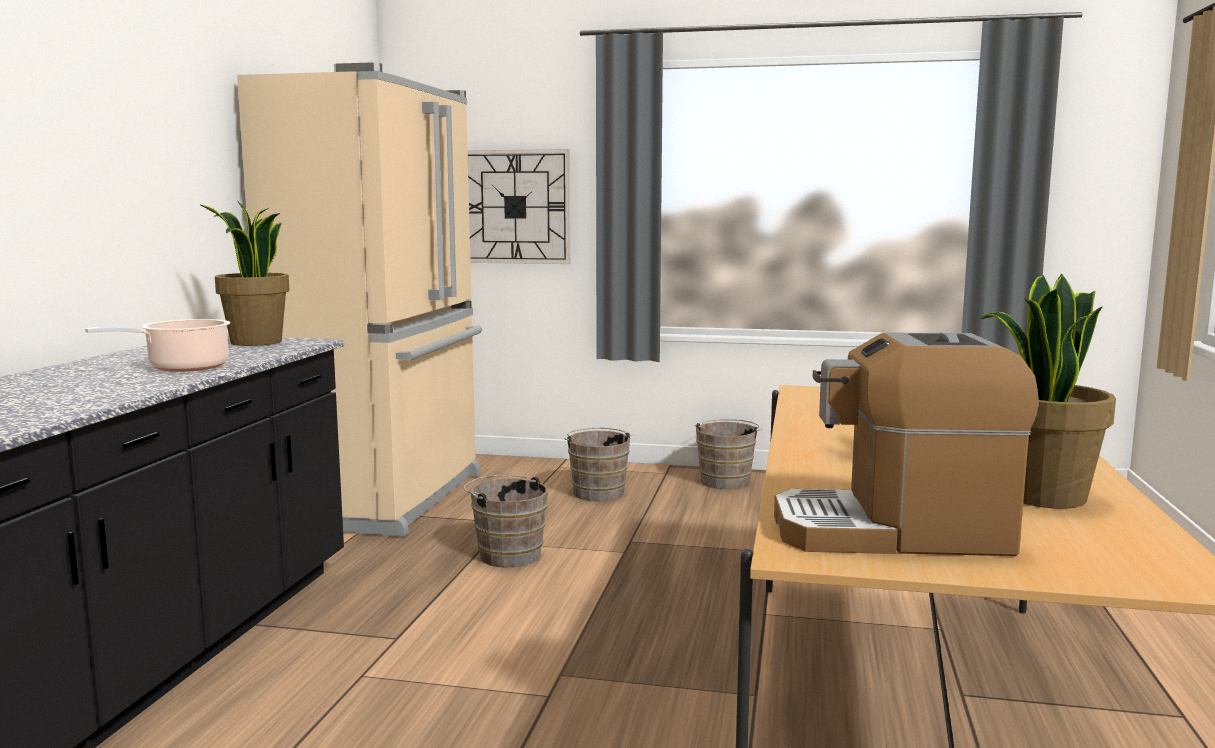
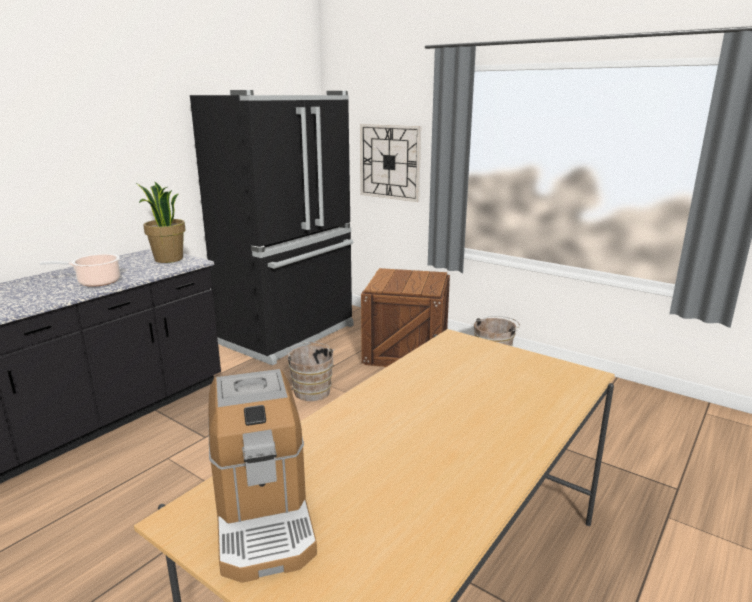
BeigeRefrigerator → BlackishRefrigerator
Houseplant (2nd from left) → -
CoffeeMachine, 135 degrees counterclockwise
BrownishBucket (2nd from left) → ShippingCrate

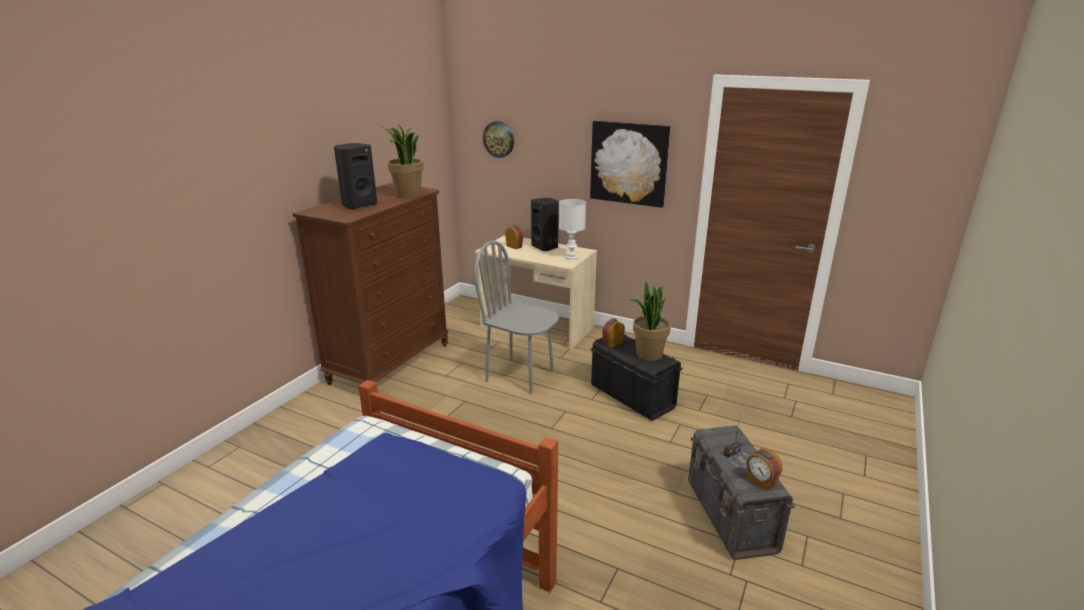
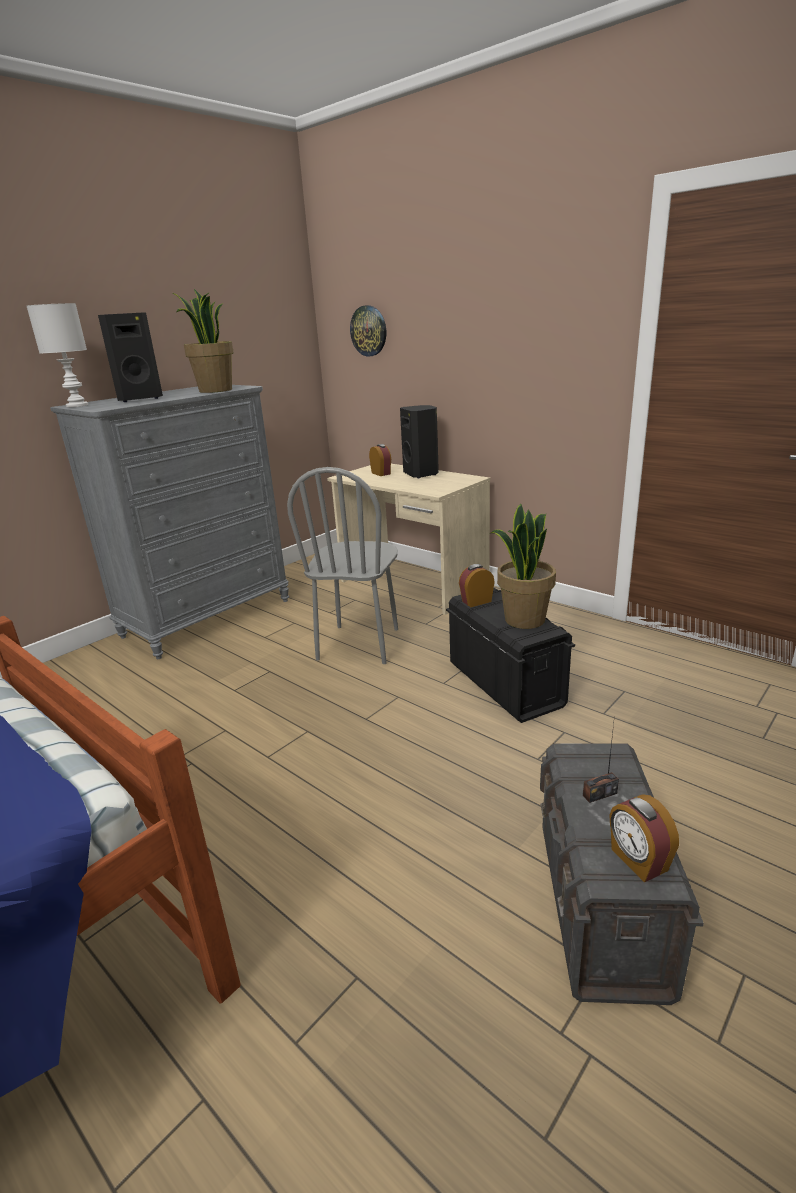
WallArt → -
BrownishDrawerChest → GreyDrawerChest
WhitishLampForATable, move
GreyUprightChair, 120 degrees counterclockwise

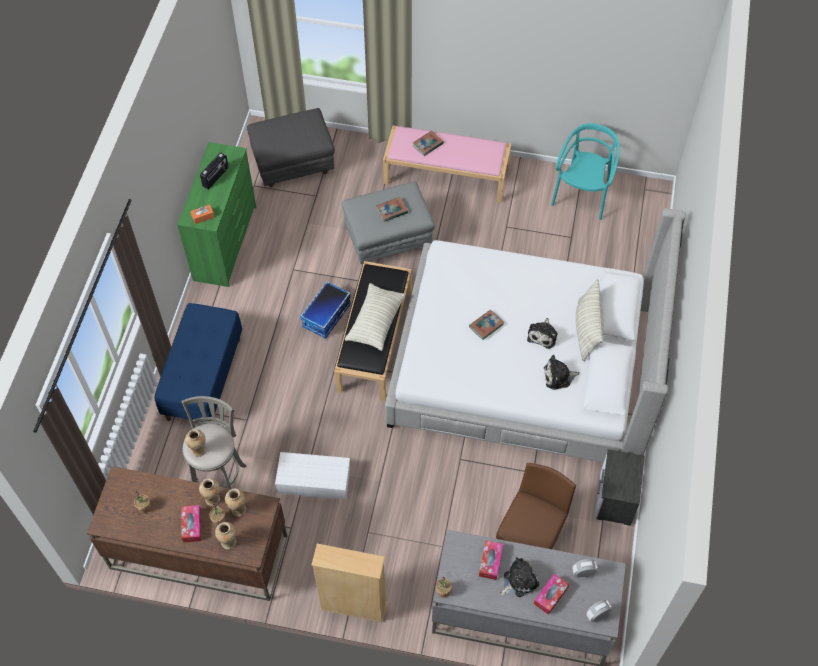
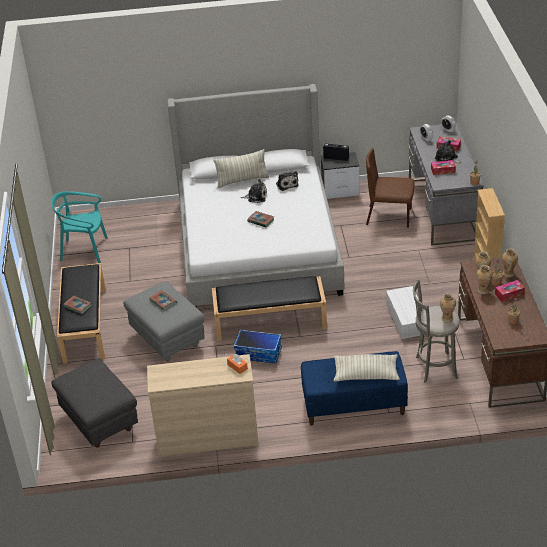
PinkBench → BlackishBench (1st from left)
GreenColouredDrawerChest → BeigeDrawerChest
RadioReceiver, move
ThrowPillow (1st from left in the first image) → ThrowPillow (2nd from left), move

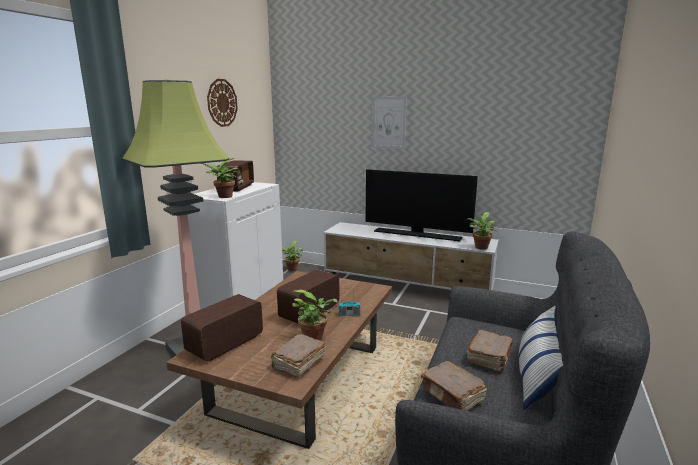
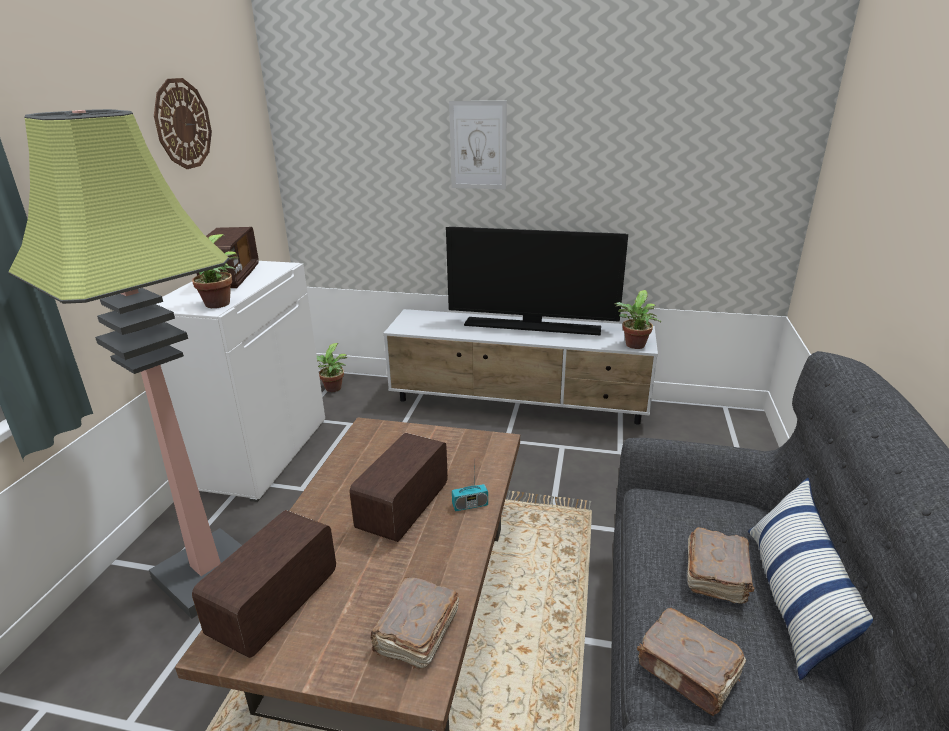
Houseplant (3rd from left) → -

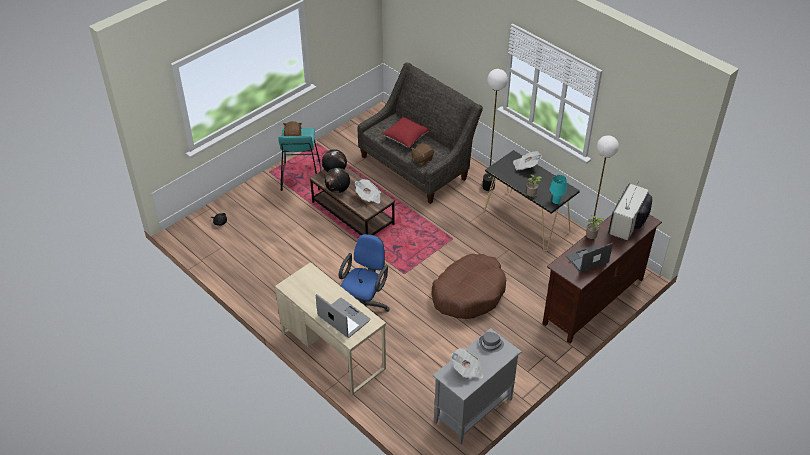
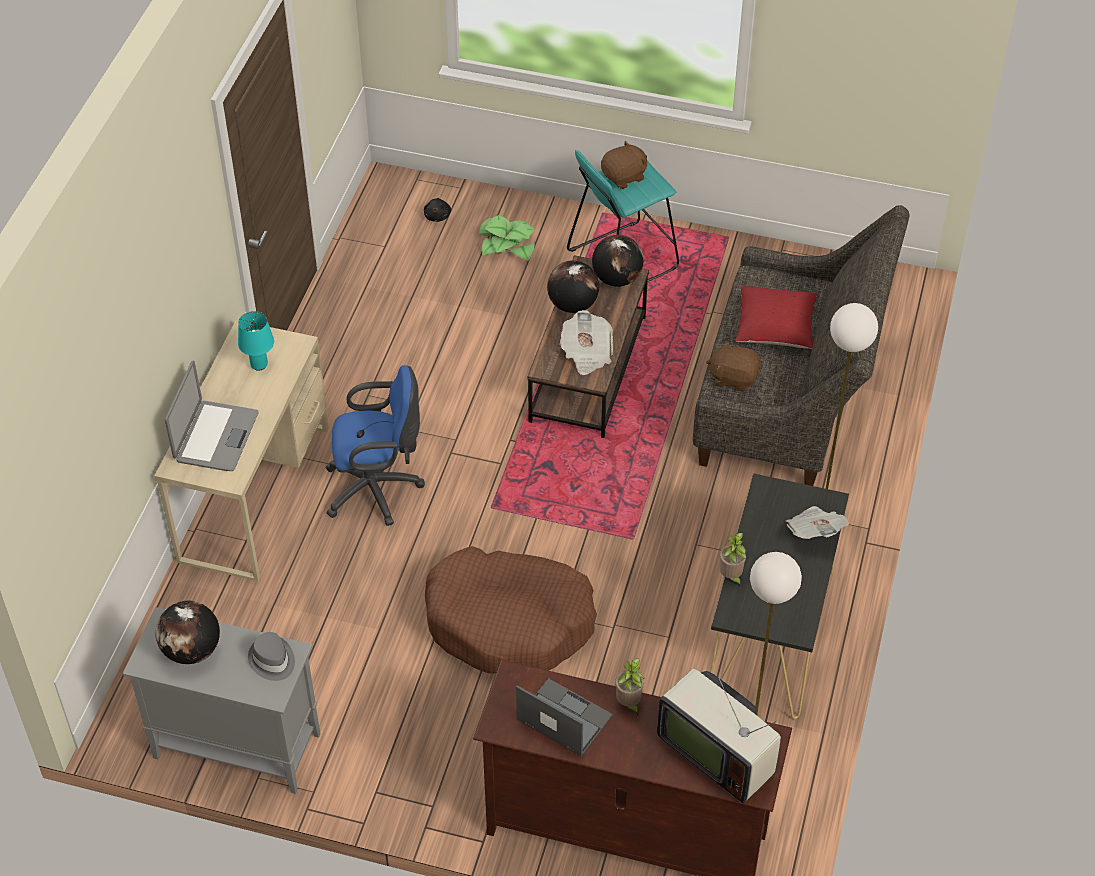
BlueGreenLampForATable, move
Television, 135 degrees counterclockwise
PrintedPaper (2nd from left) → WorldGlobe (1st from left)
- → Houseplant (1st from left)

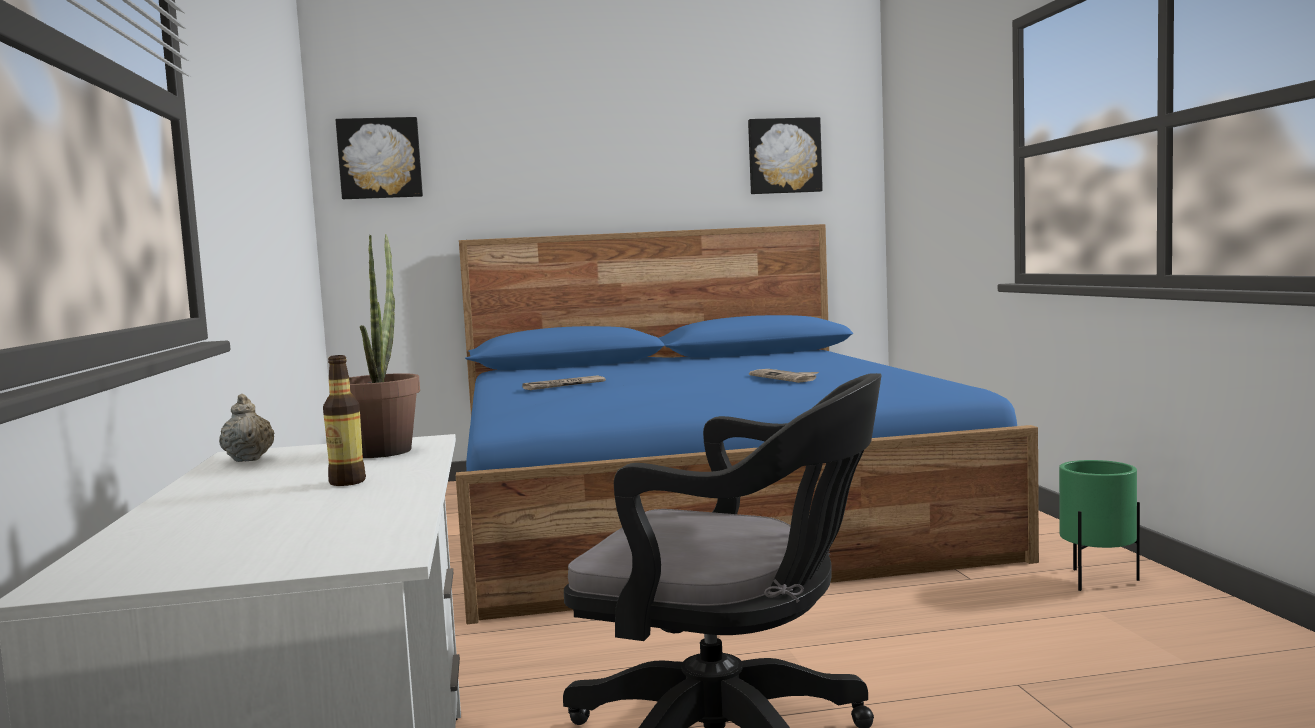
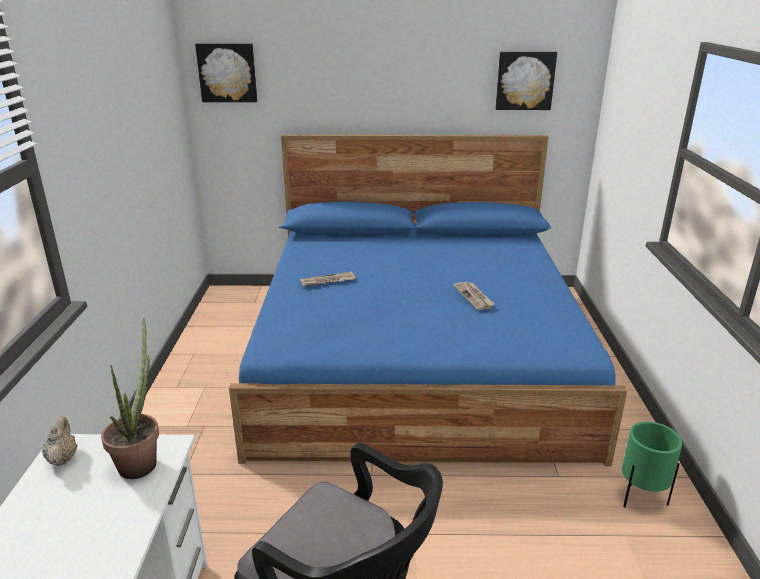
DrinkBottle → -

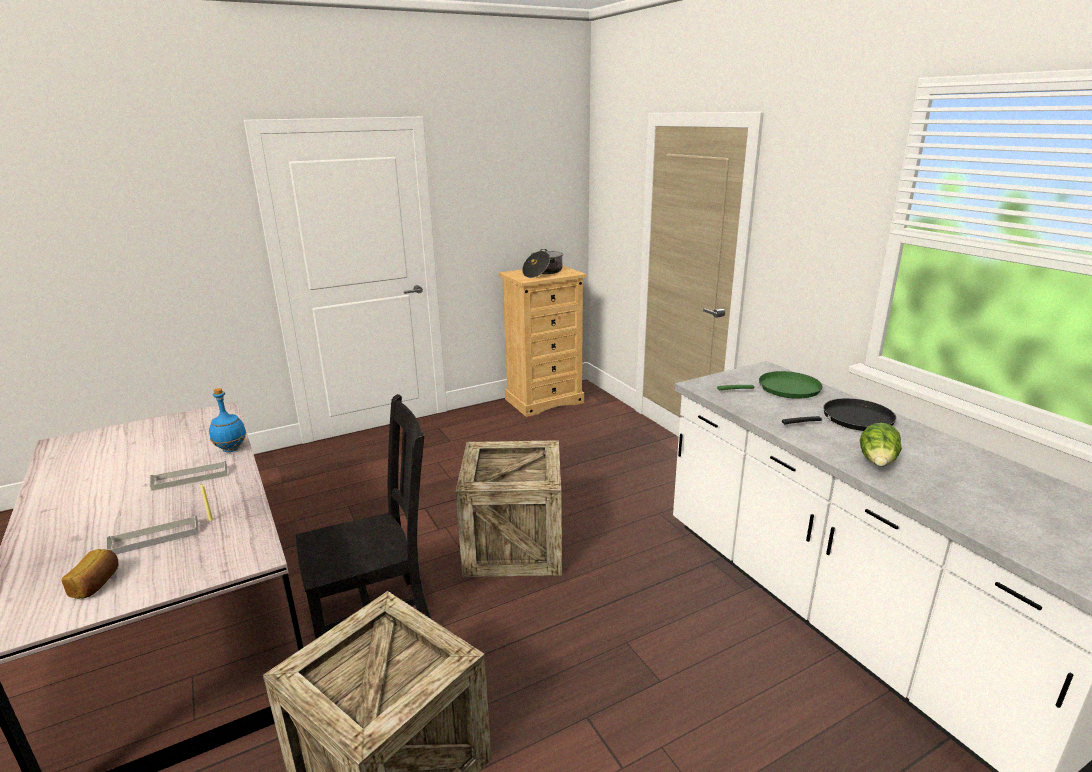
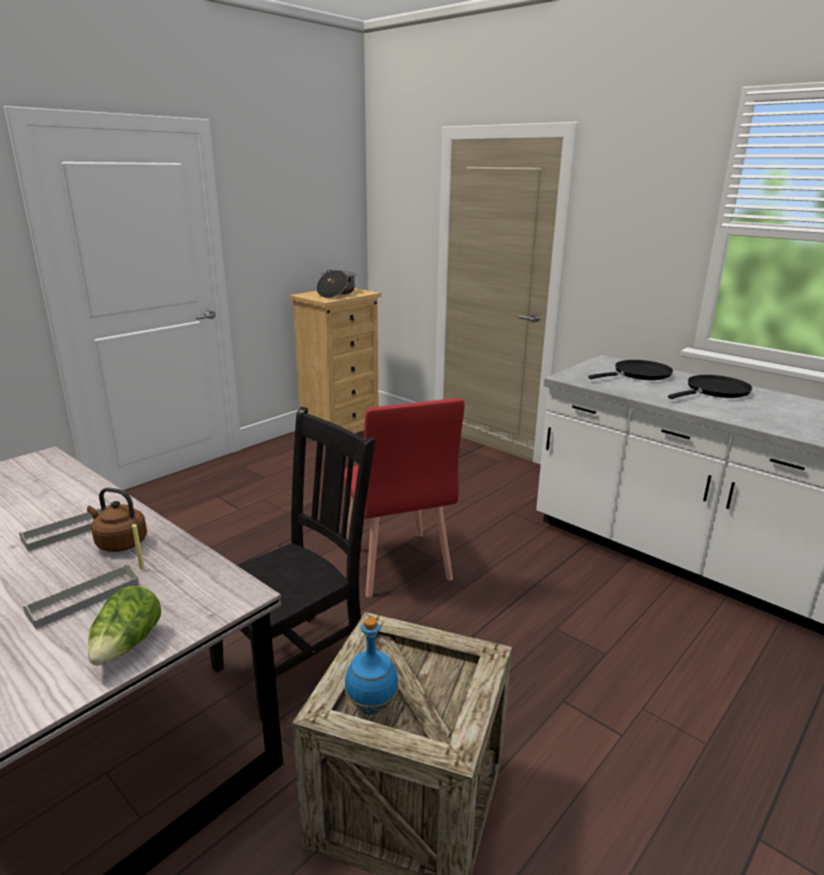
GreenColouredPan → BlackishPan (1st from left)
BluishDrinkBottle, move
Lettuce, move
ShippingCrate (2nd from left) → ReddishUprightChair
Bread → -
- → BrownishTeaKettle

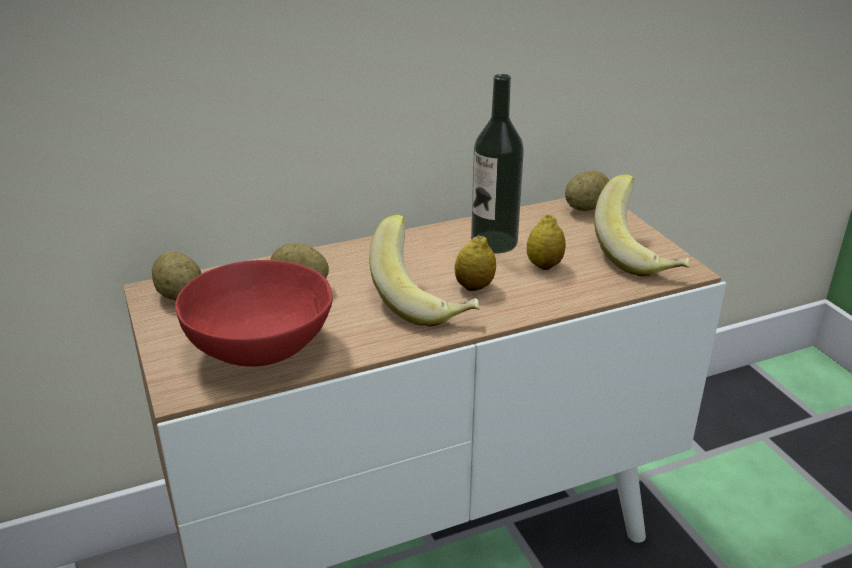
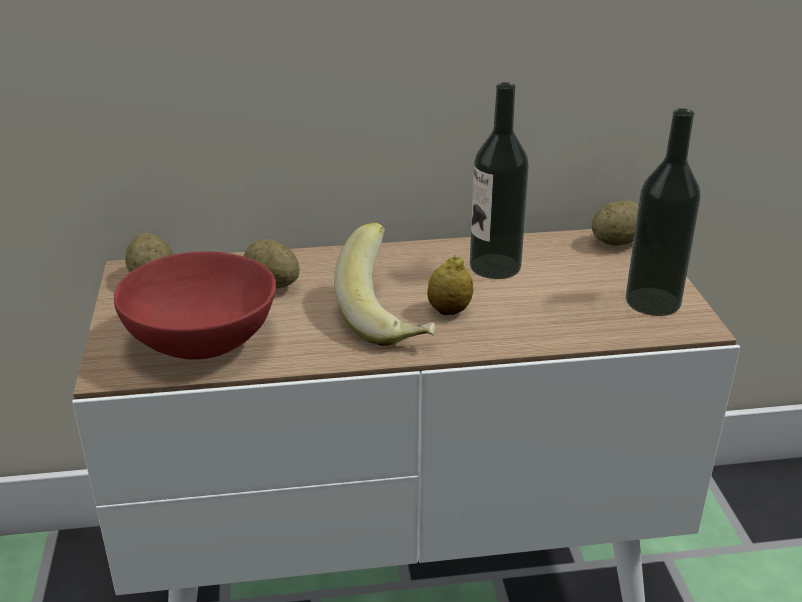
BananaFruit (2nd from left) → DrinkBottle (2nd from left)
CitrusFruit (2nd from left) → -

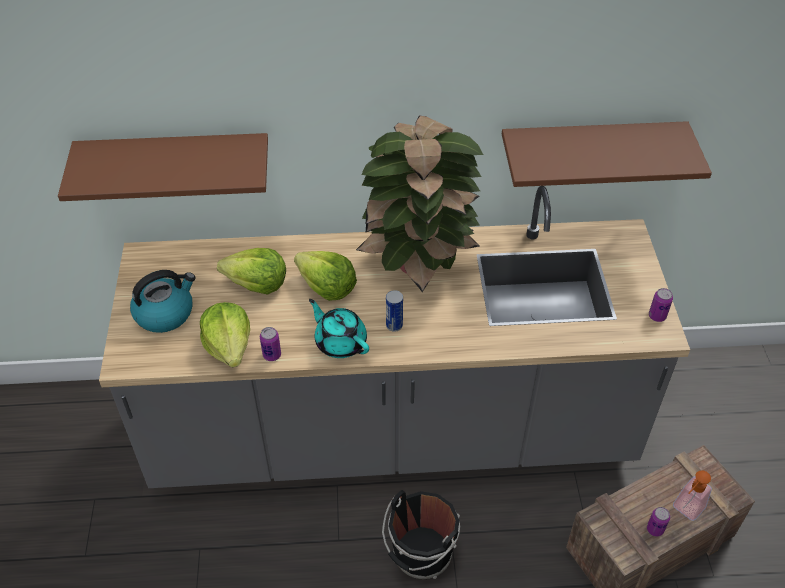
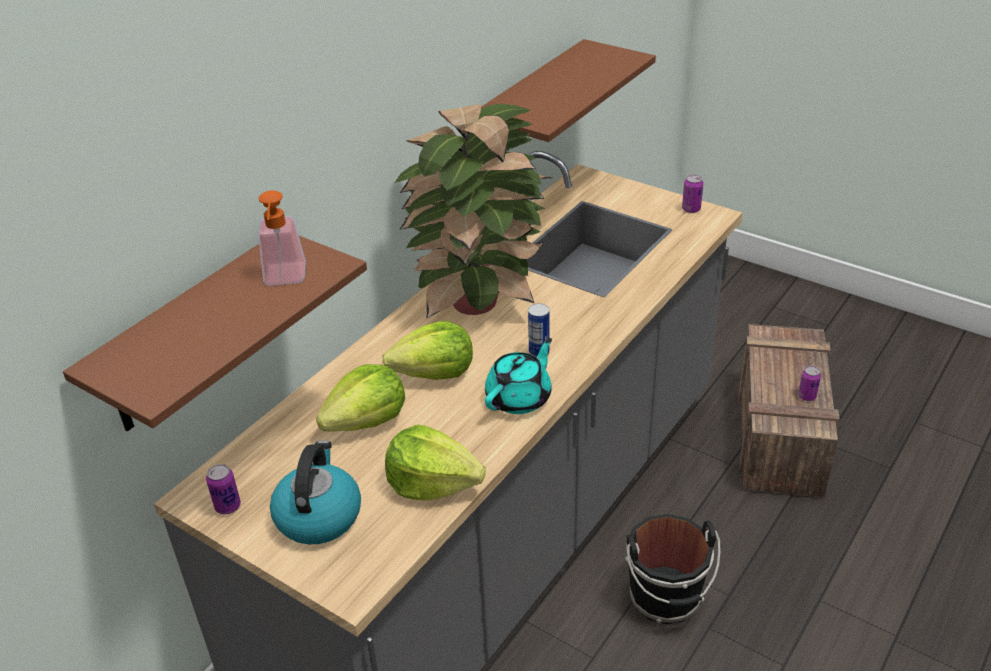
BlueGreenTeapot, 135 degrees clockwise
SealedCan (1st from left), move
LiquidSoapBottle, move

